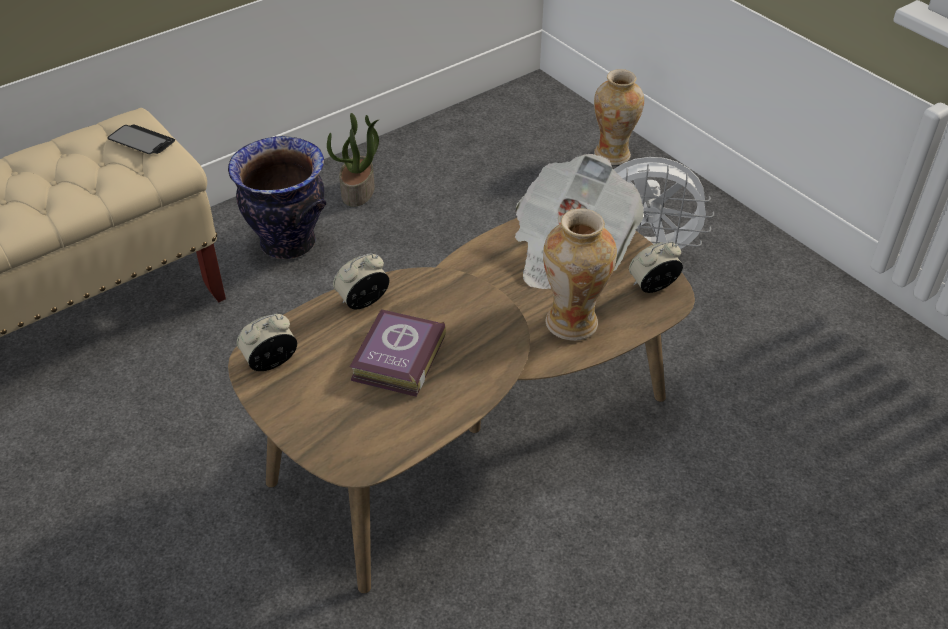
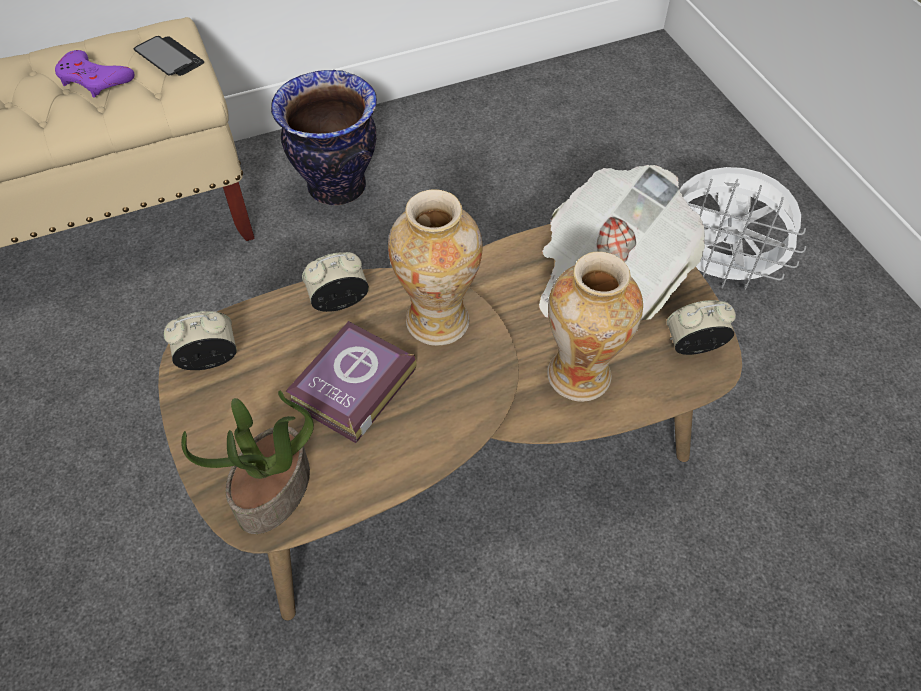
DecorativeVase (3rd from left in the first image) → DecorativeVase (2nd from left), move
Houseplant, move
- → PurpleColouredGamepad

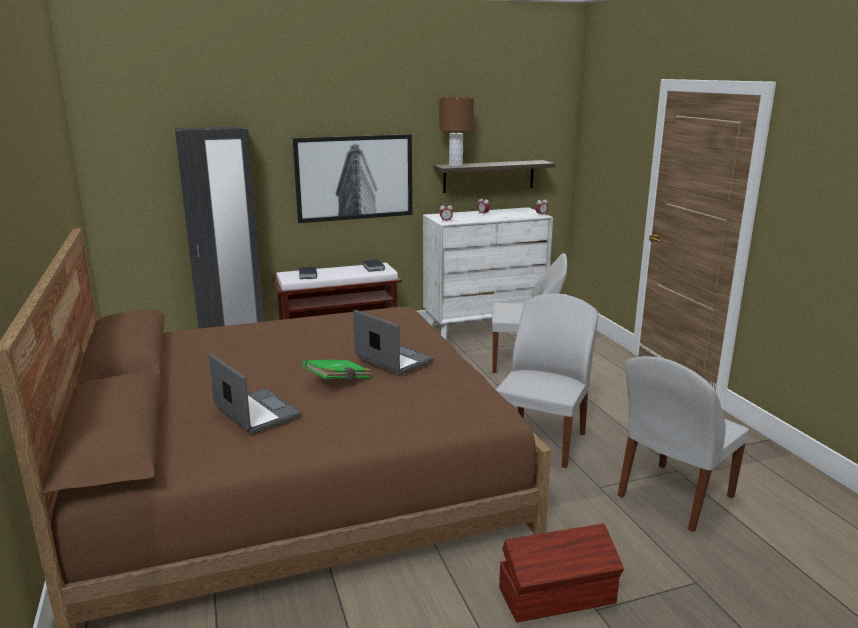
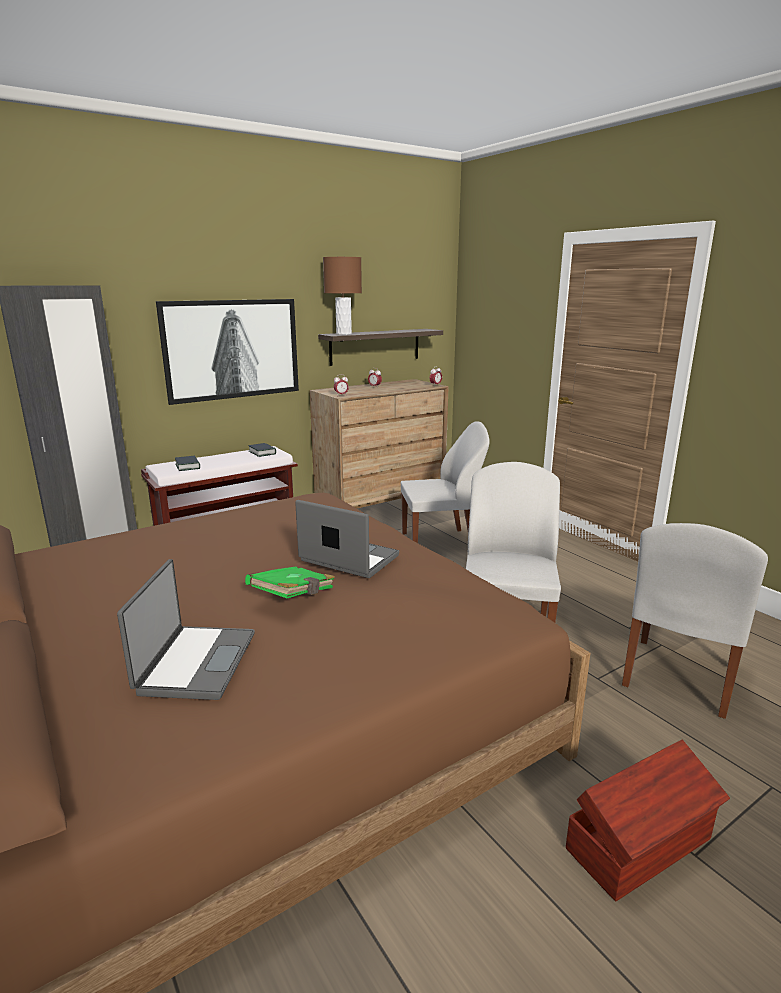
WhitishDrawerChest → BrownishDrawerChest
Laptop (1st from left), 60 degrees clockwise

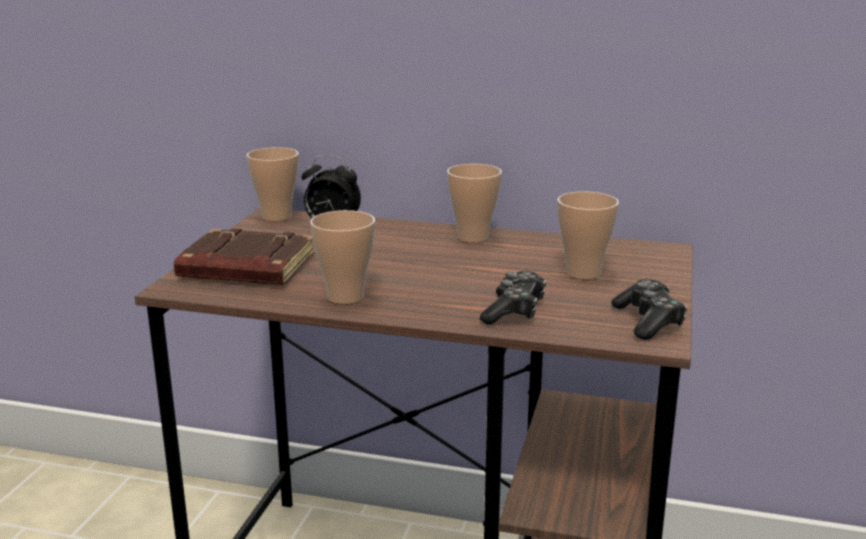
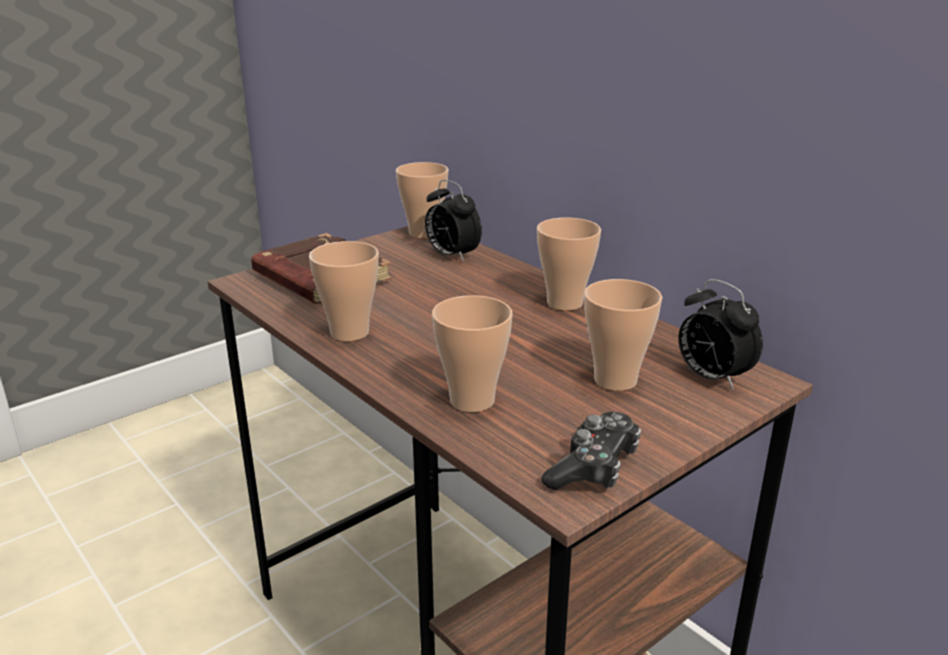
Gamepad (1st from left) → DrinkingCup (3rd from left)
- → BedsideClock (2nd from left)

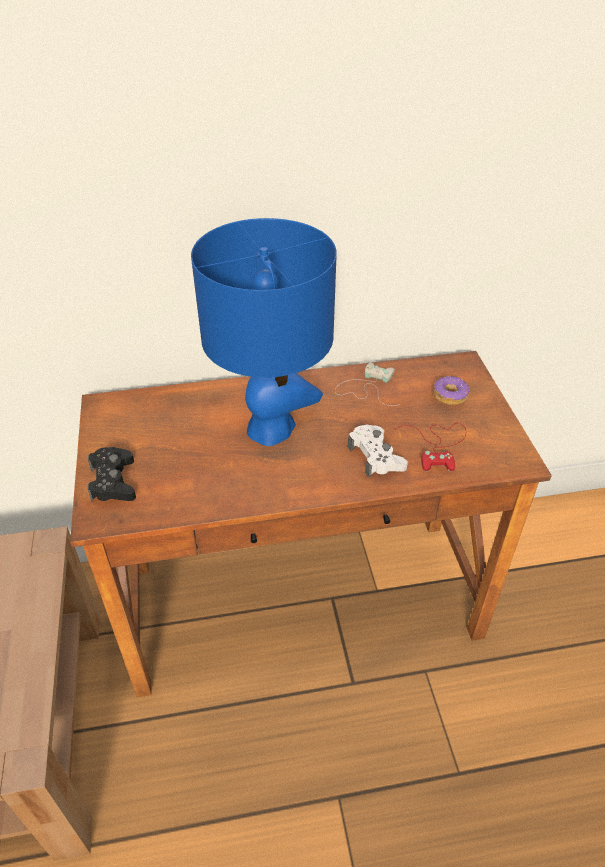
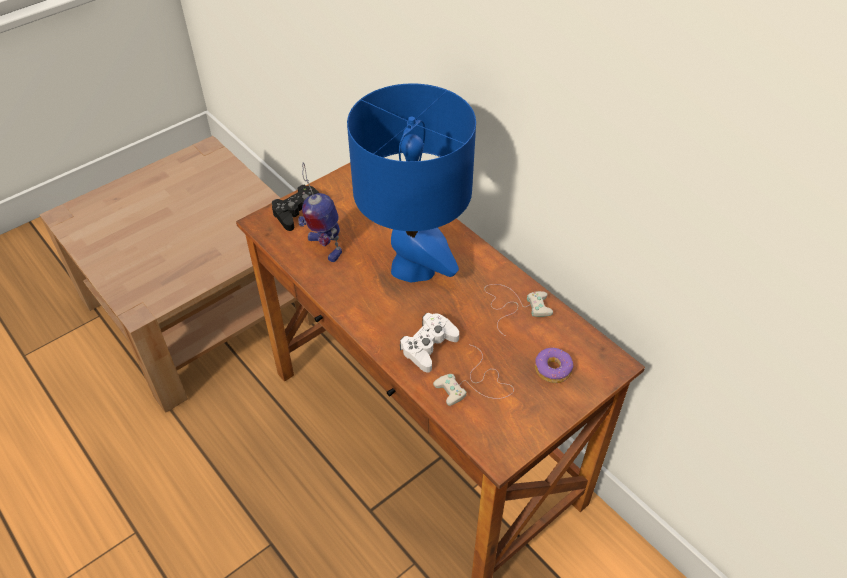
ReddishGamepad → WhitishGamepad (2nd from left)
- → ModelRobot

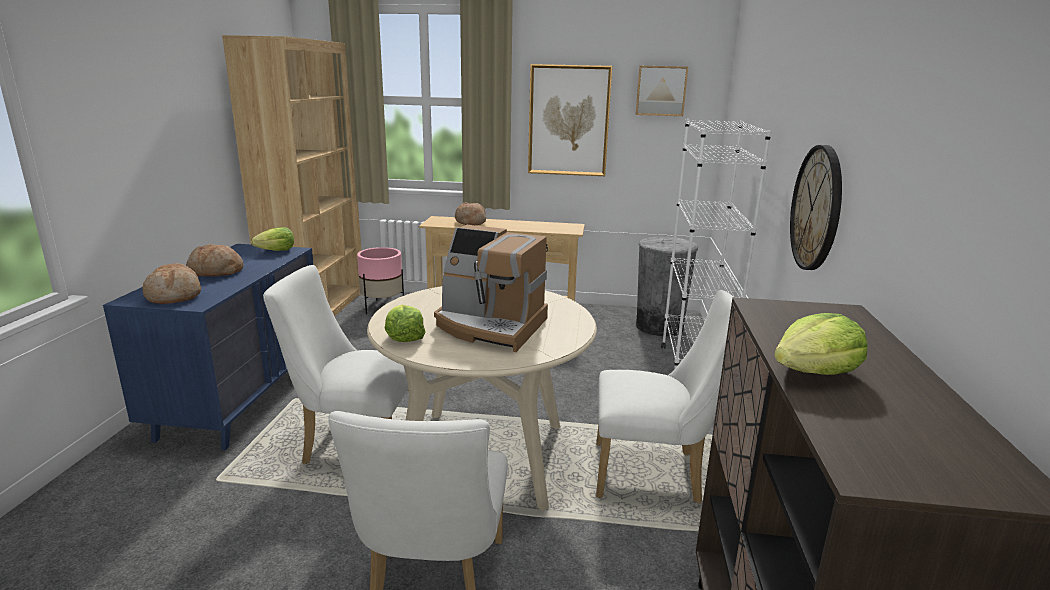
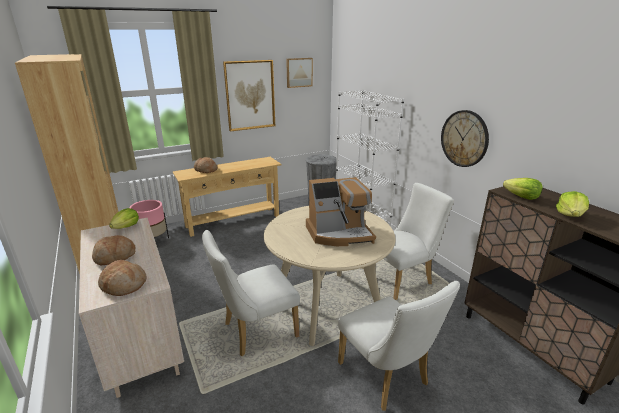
BluishDrawerChest → BeigeDrawerChest
Lettuce (2nd from left), move

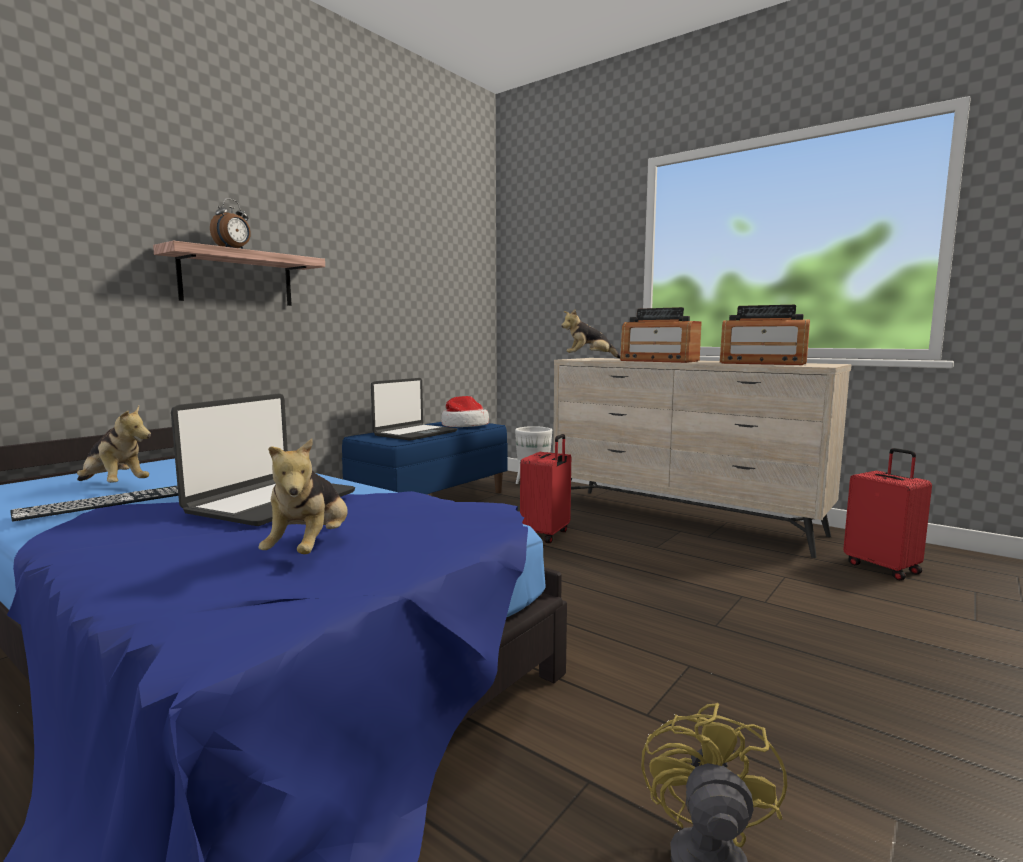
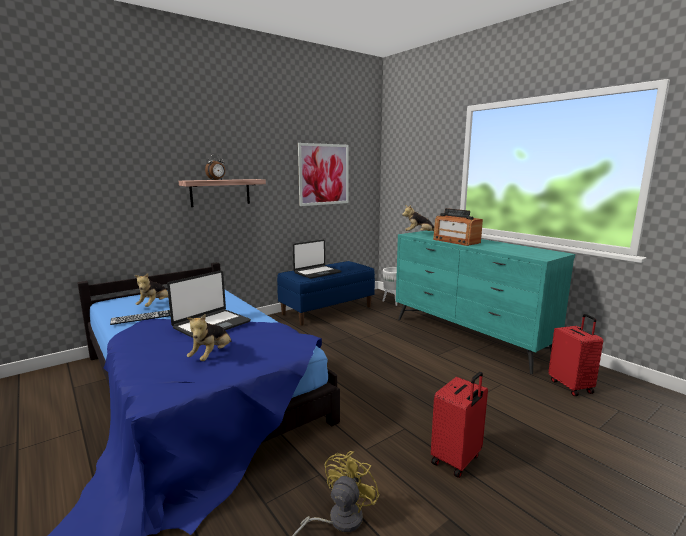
RadioReceiver (2nd from left) → -
BeigeDrawerChest → BlueGreenDrawerChest
Hat → -
CuddlyToy (1st from left), 60 degrees clockwise
ReddishPieceOfLuggage (1st from left), move
- → WallArt

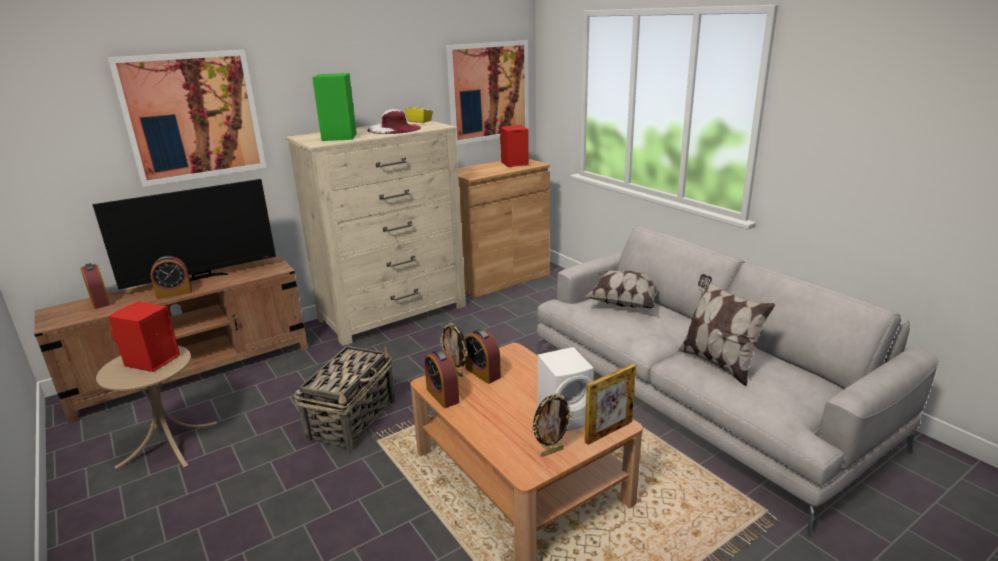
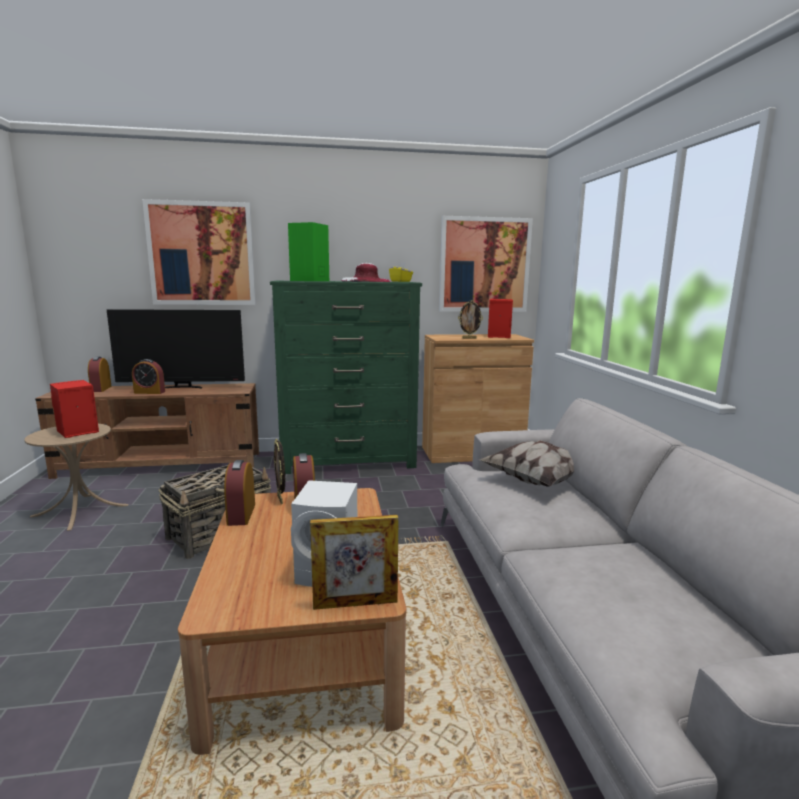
BeigeDrawerChest → GreenColouredDrawerChest
ThrowPillow (2nd from left) → -
PhotoFrame (2nd from left in the first image) → PhotoFrame (3rd from left), move

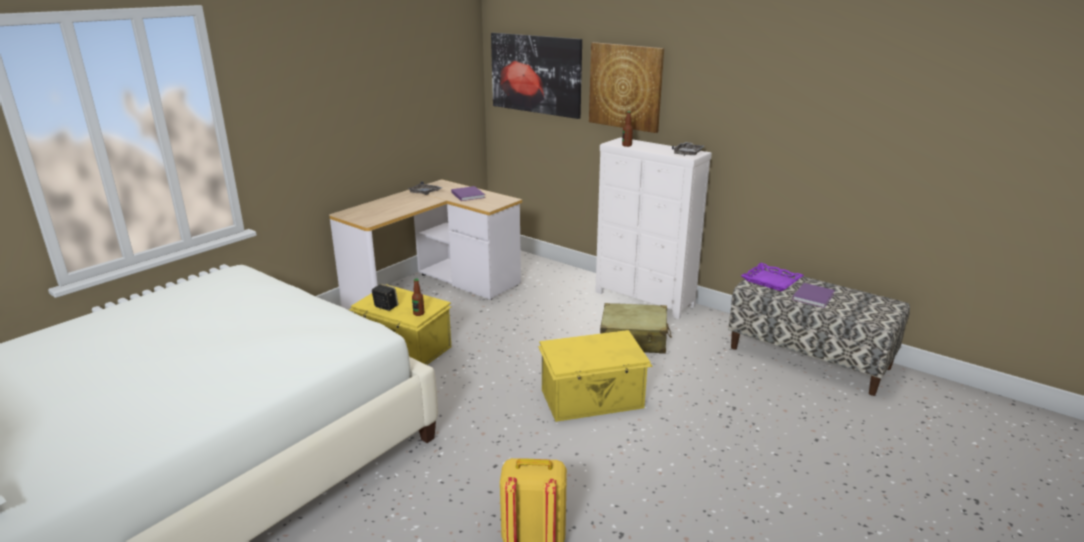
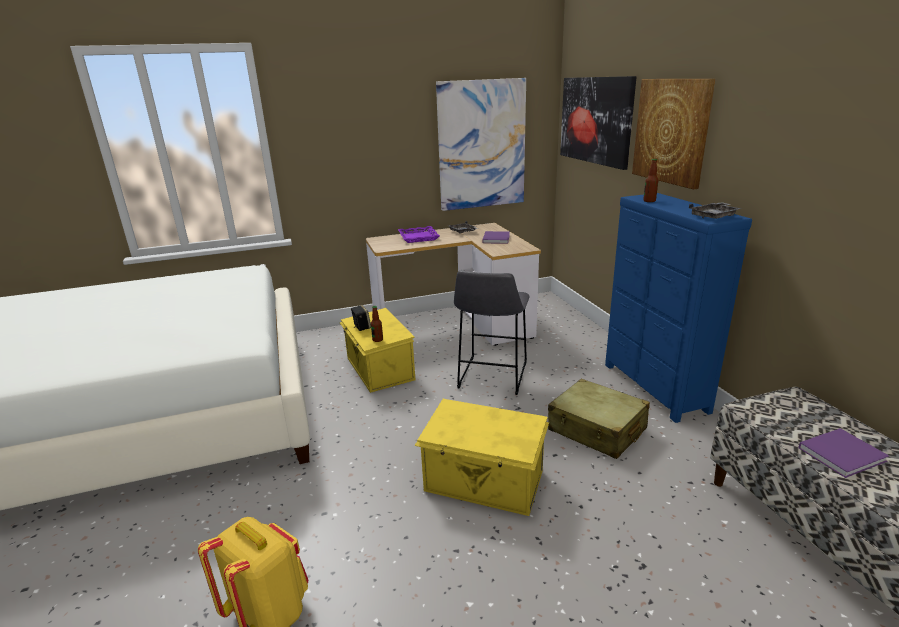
WhitishDrawerChest → BluishDrawerChest
PurpleColouredCarryingTray, move
- → WallArt (1st from left)
- → GreyStool

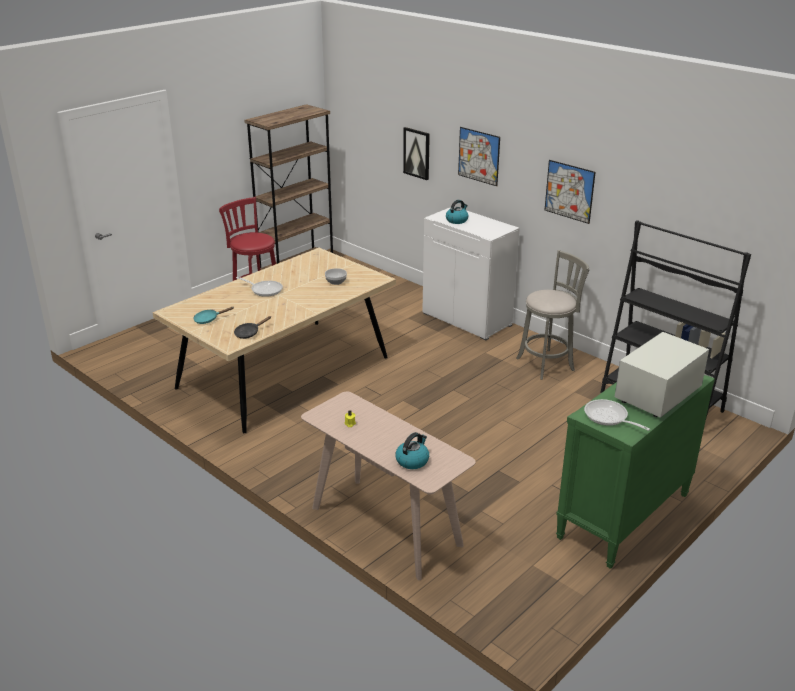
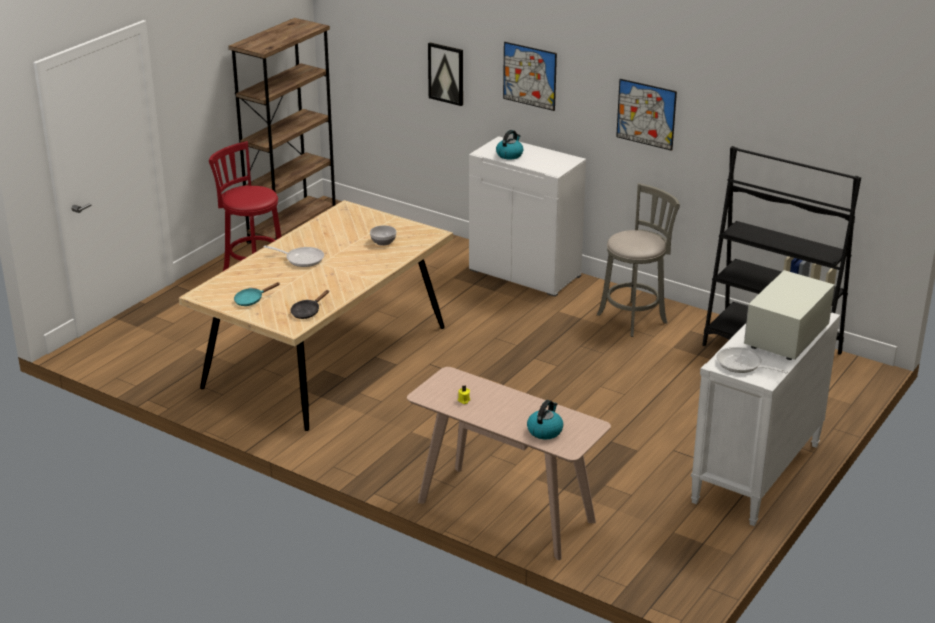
GreenColouredDrawerChest → WhitishDrawerChest

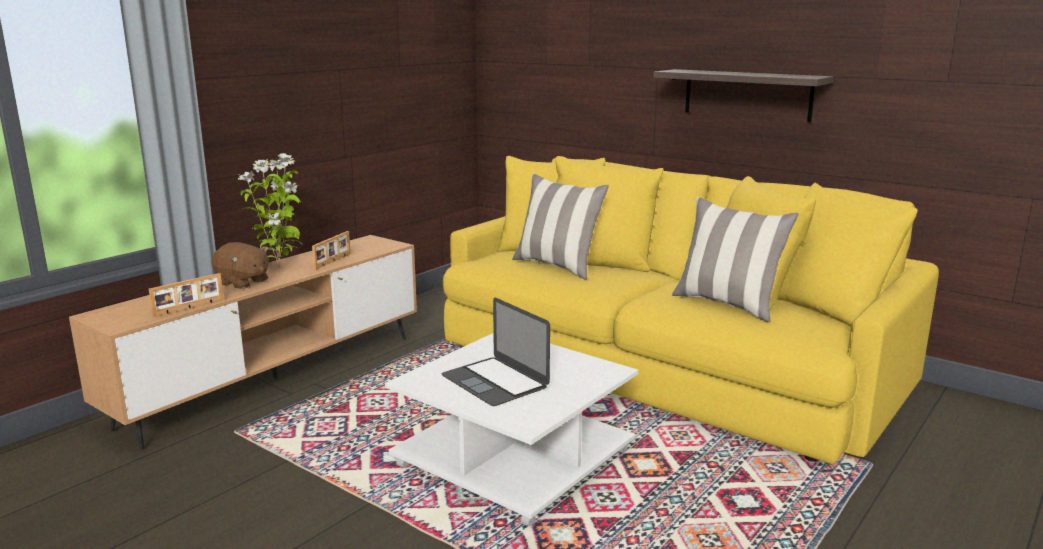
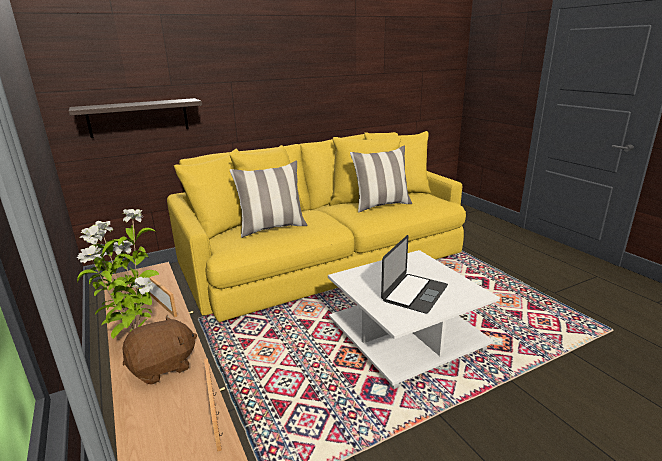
BracketShelf, move
Laptop, 45 degrees counterclockwise

